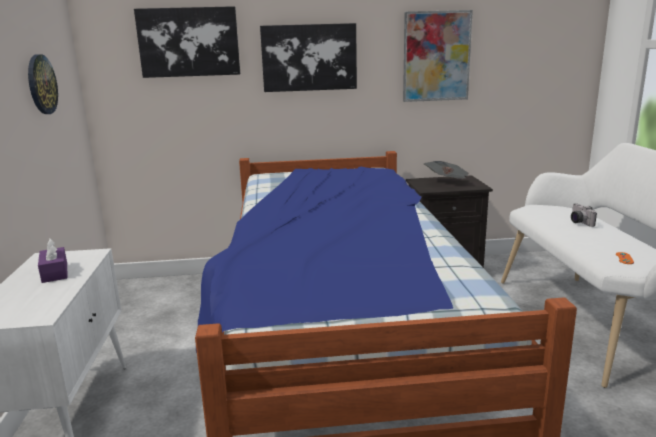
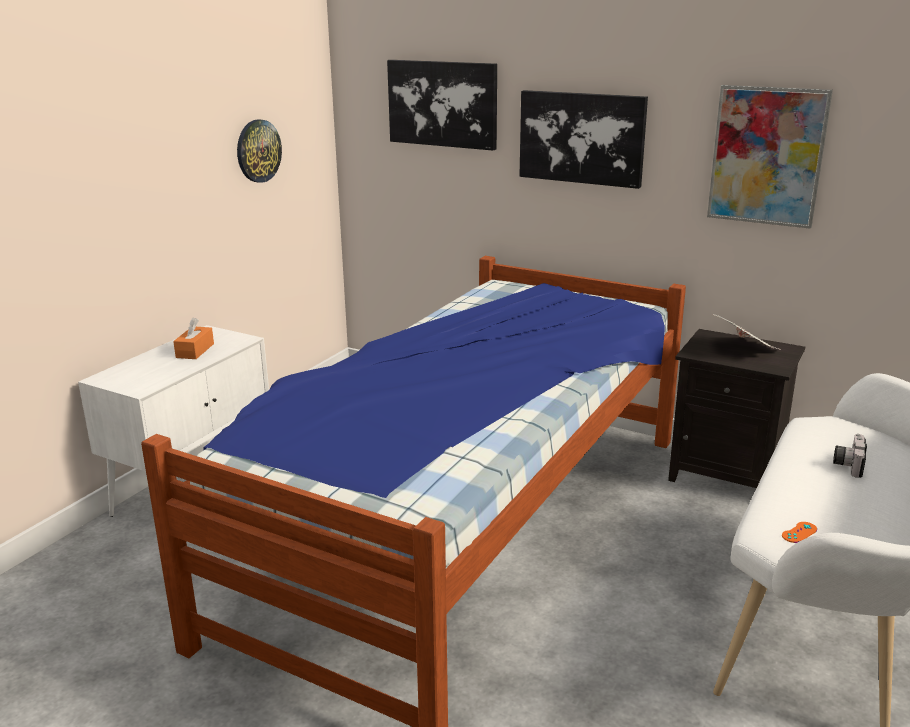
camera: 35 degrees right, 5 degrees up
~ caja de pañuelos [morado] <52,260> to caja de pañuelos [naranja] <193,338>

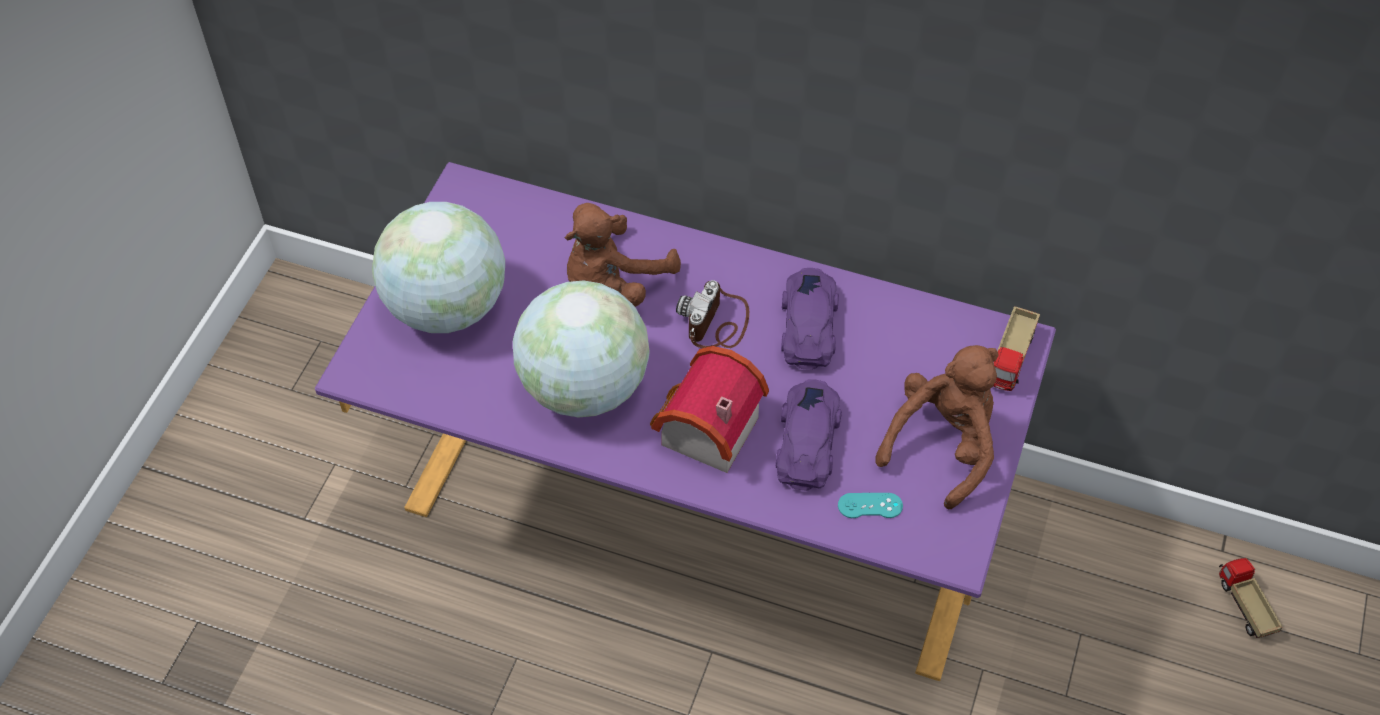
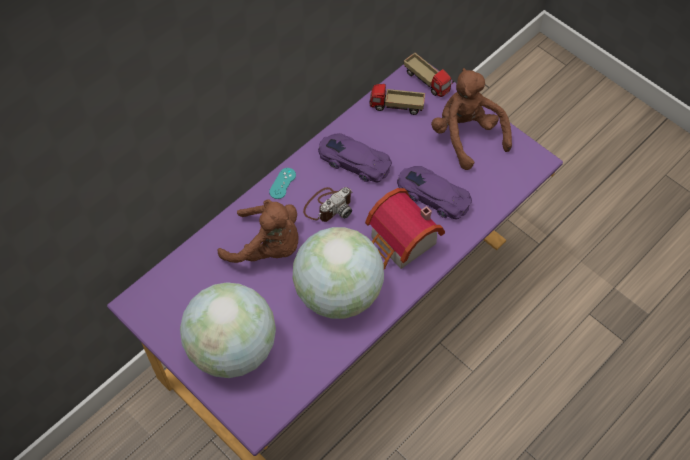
camera: 65 degrees left, 5 degrees up
~ peluche [marrón] <623,255> = <258,231> 45 degrees counterclockwise
~ cámara <712,314> = <327,204> 90 degrees counterclockwise
~ mando de consola [turquesa] <870,505> to <282,183>
~ camión de juguete <1250,598> to <397,99>

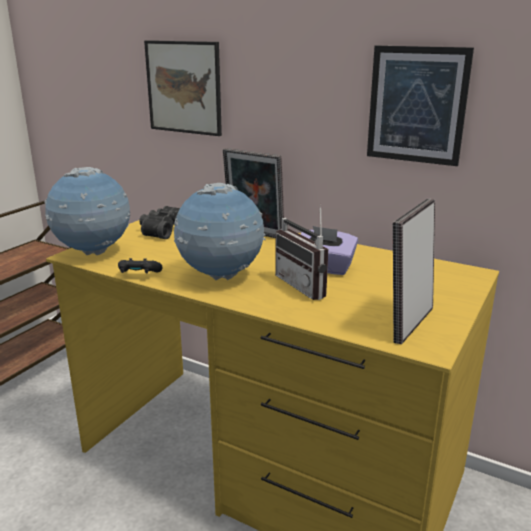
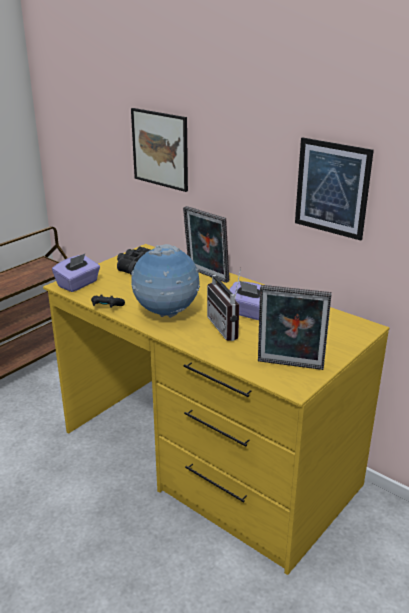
camera: 10 degrees right, 5 degrees up
~ globo terráqueo <87,211> to caja de pañuelos [morado] <76,273>
~ portarretratos <414,271> = <295,327> 120 degrees counterclockwise

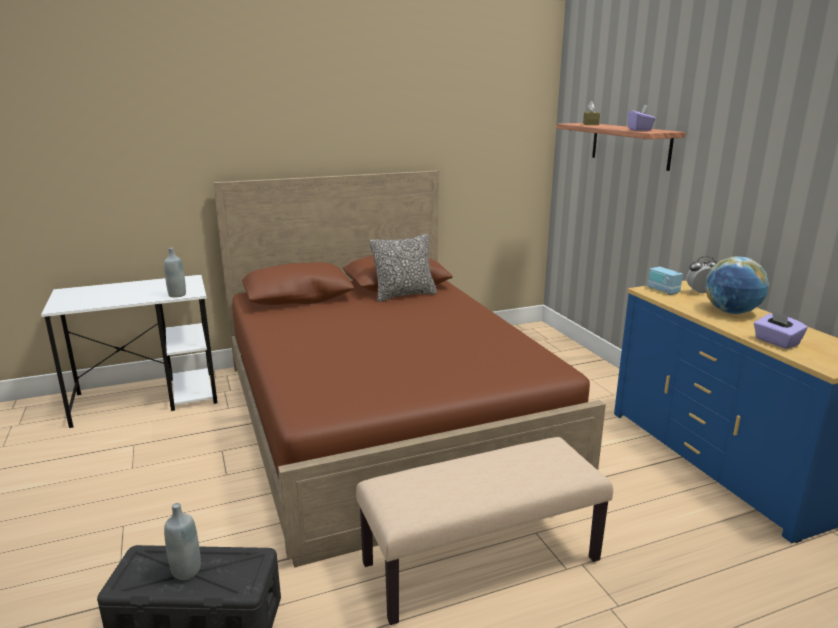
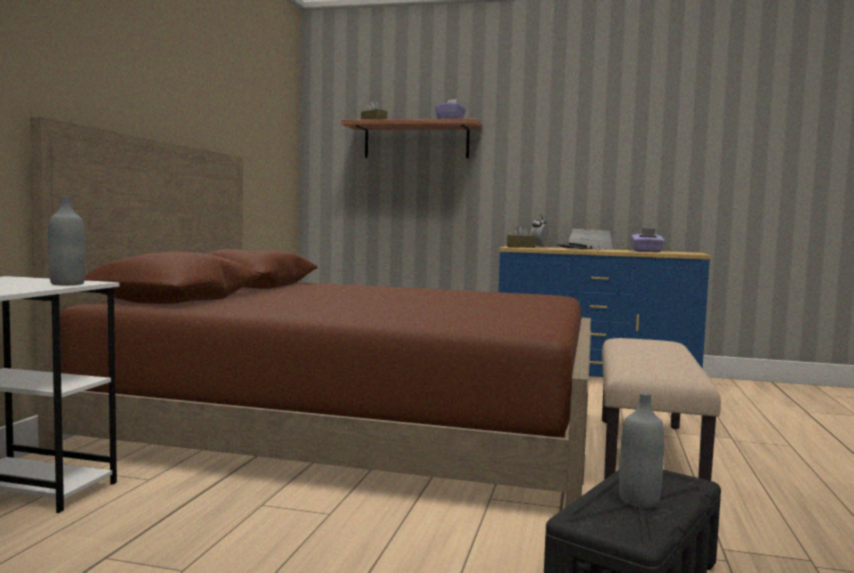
camera: 55 degrees left, 15 degrees down
- cojín <403,268>
~ globo terráqueo <737,285> to sombrero [gris] <585,239>
~ radio <665,277> to caja de pañuelos [marrón] <521,236>

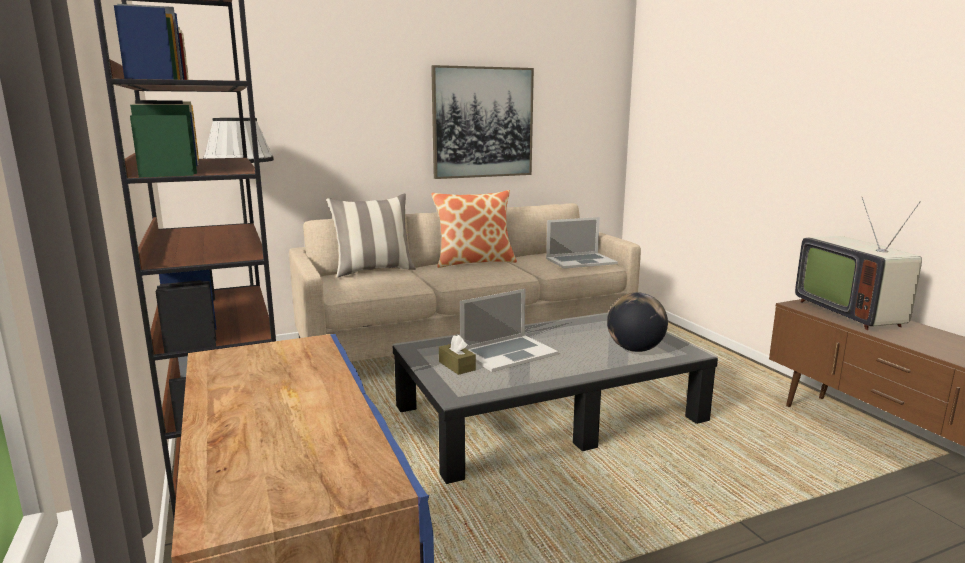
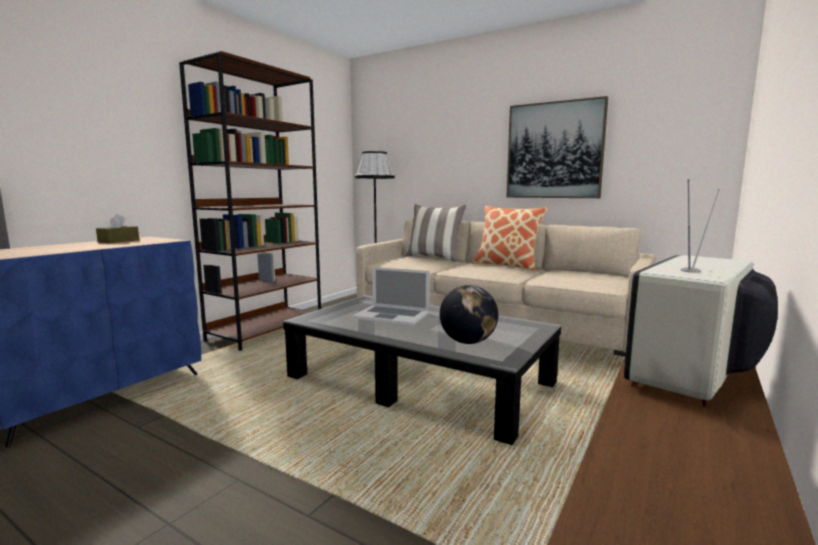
camera: 55 degrees right, 5 degrees down
- portátil <582,243>
~ caja de pañuelos [marrón] <457,355> to <117,228>

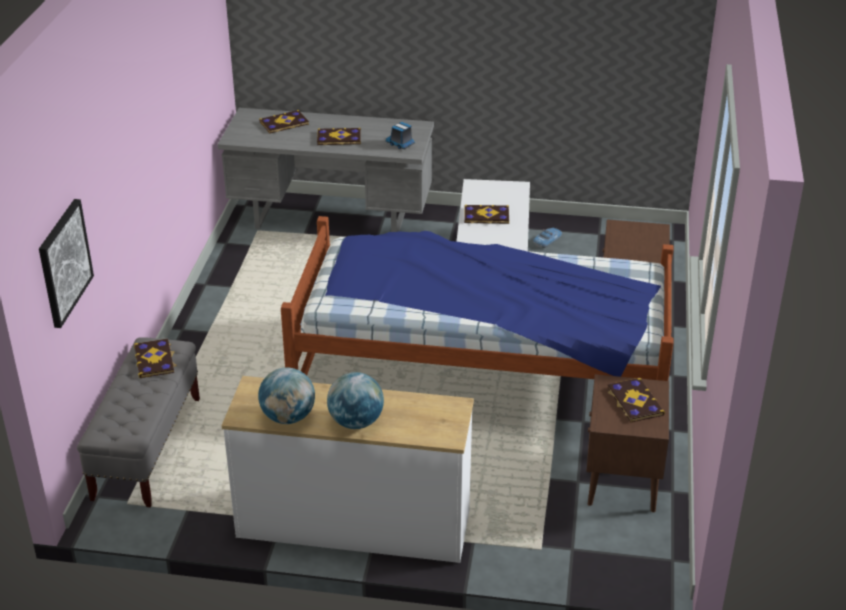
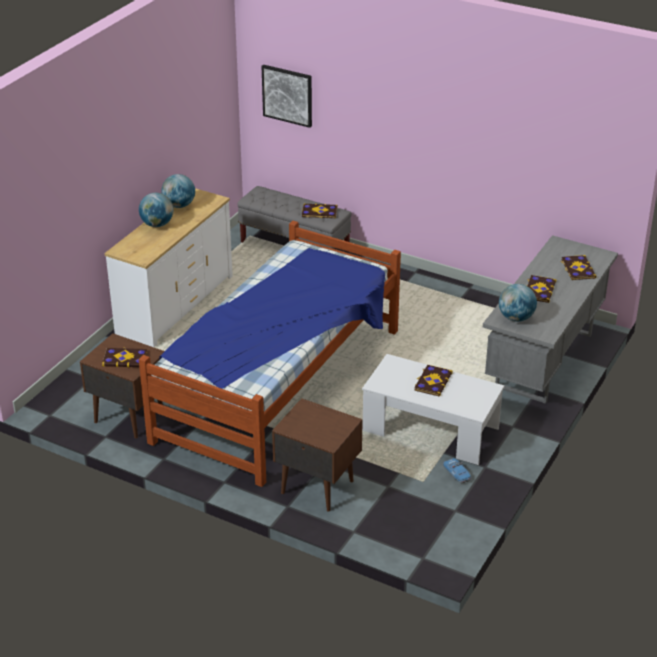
camera: 110 degrees right, 0 degrees up
~ camión de juguete <400,135> to globo terráqueo <518,303>

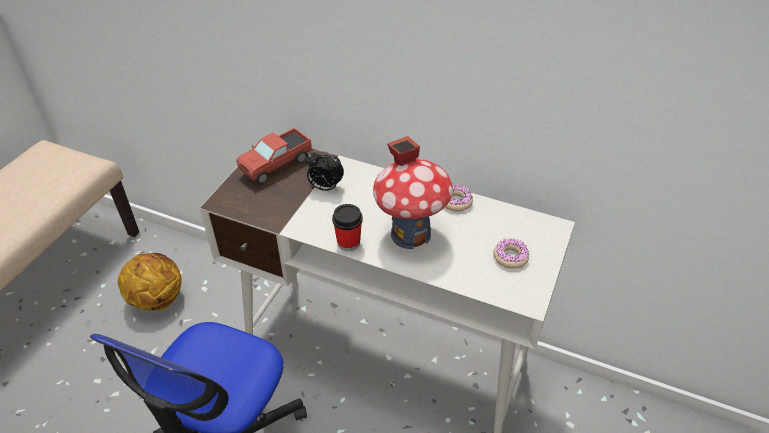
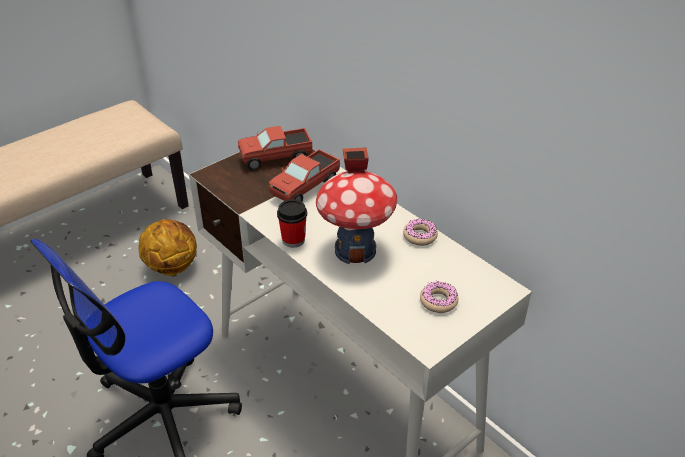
camera: 25 degrees right, 5 degrees down
~ despertador <324,170> to camión de juguete <304,175>

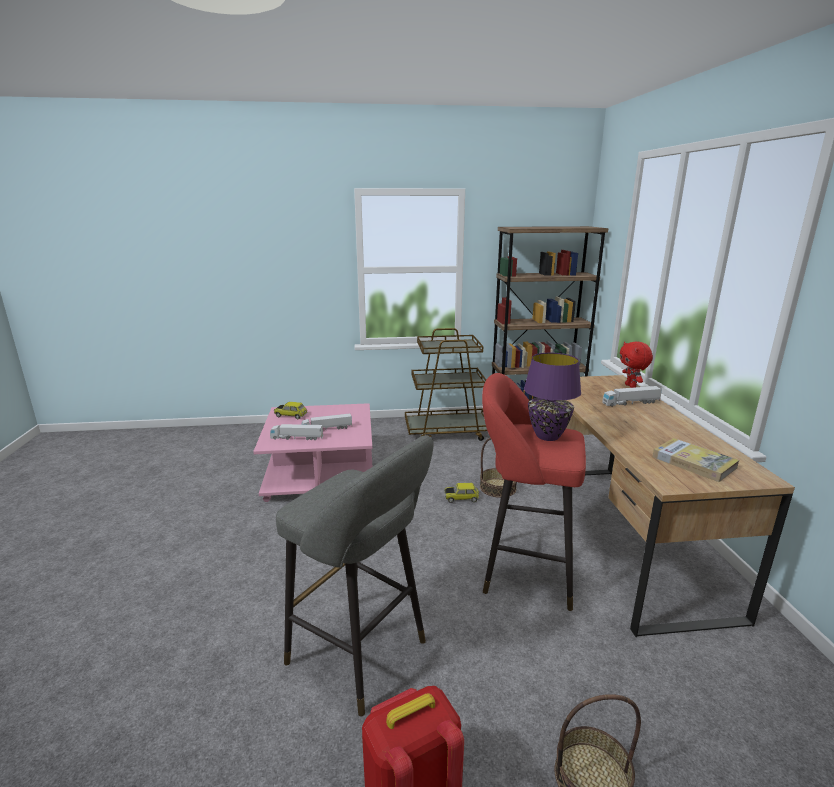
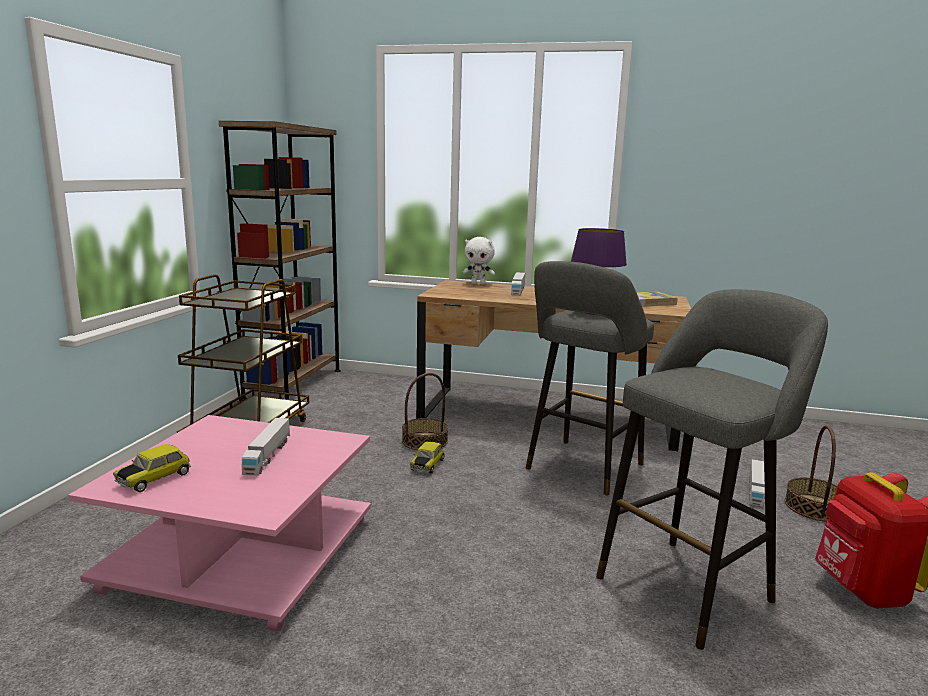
camera: 70 degrees left, 5 degrees down
~ peluche [rojo] <636,365> to peluche [blanco] <479,261>
~ taburete [rojo] <534,492> to taburete [gris] <589,378>
~ camión de juguete <297,432> to <757,483>

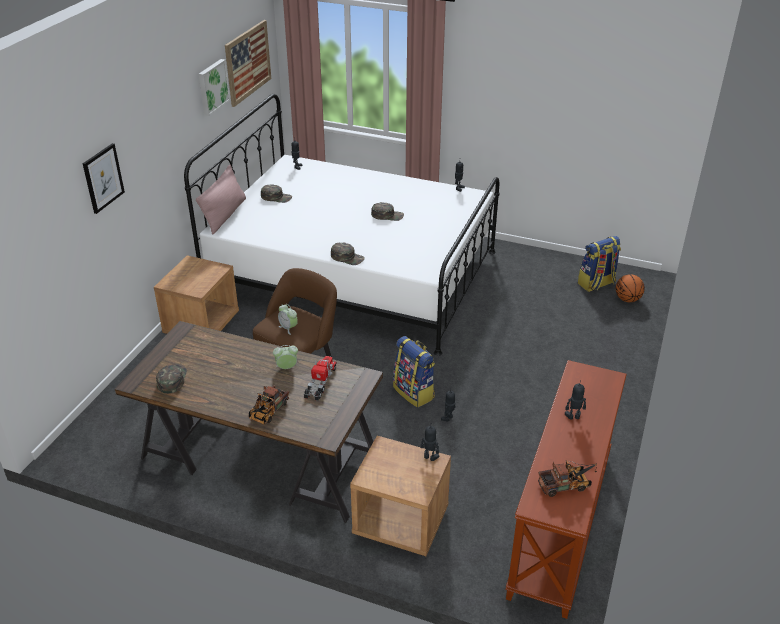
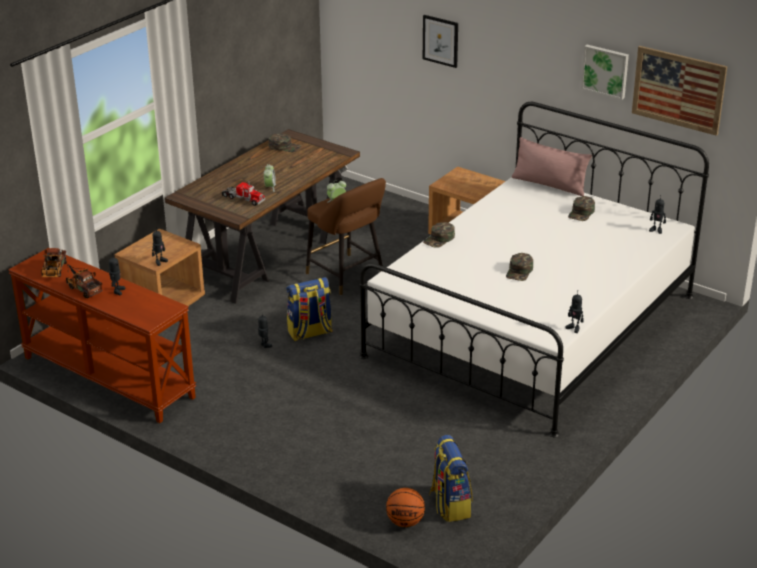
camera: 105 degrees right, 5 degrees down
~ camión de juguete <269,405> to <84,281>

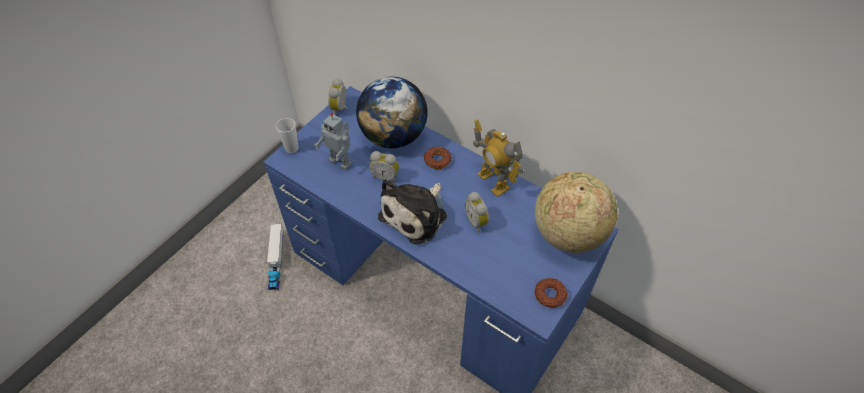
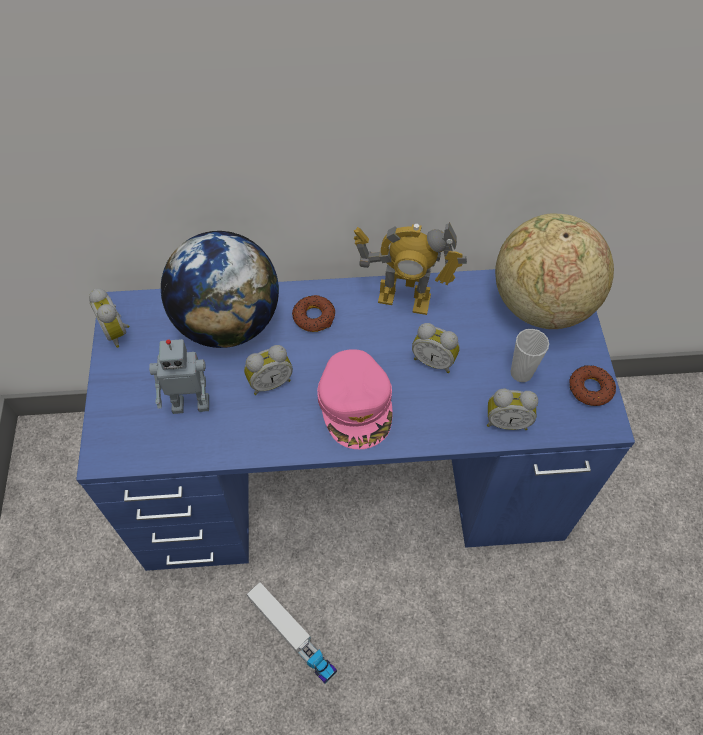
camera: 40 degrees left, 5 degrees up
~ taza <287,135> to <530,355>
~ peluche <412,212> to gorra [rosa] <355,399>
~ camión de juguete <275,257> to <292,632>
+ despertador <512,409>

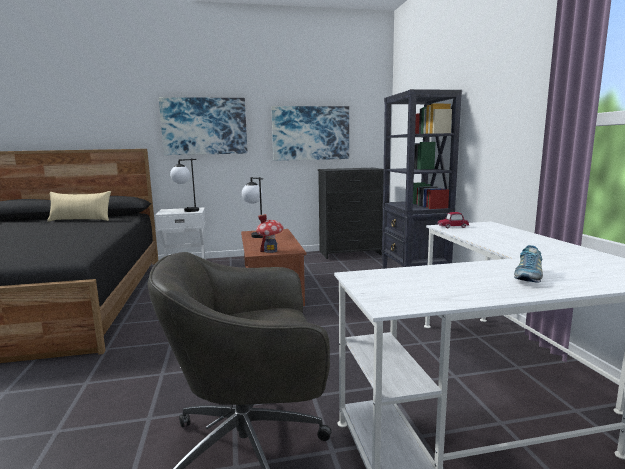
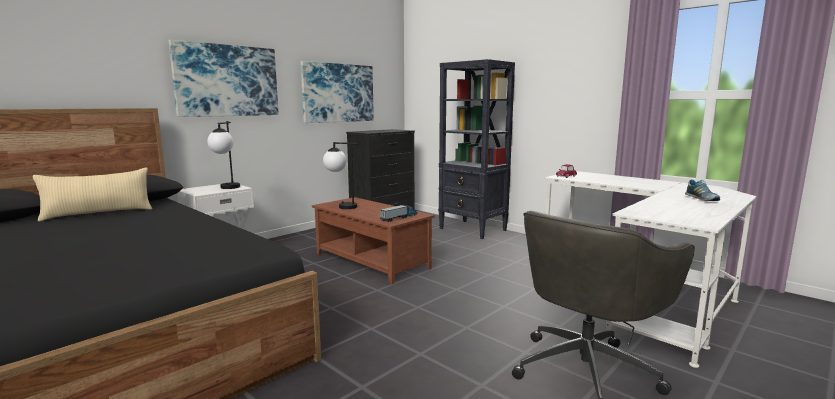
camera: 35 degrees left, 0 degrees up
~ casita <269,233> to camión de juguete <399,213>

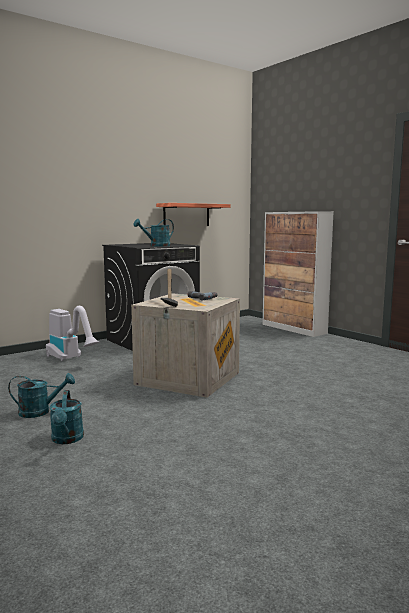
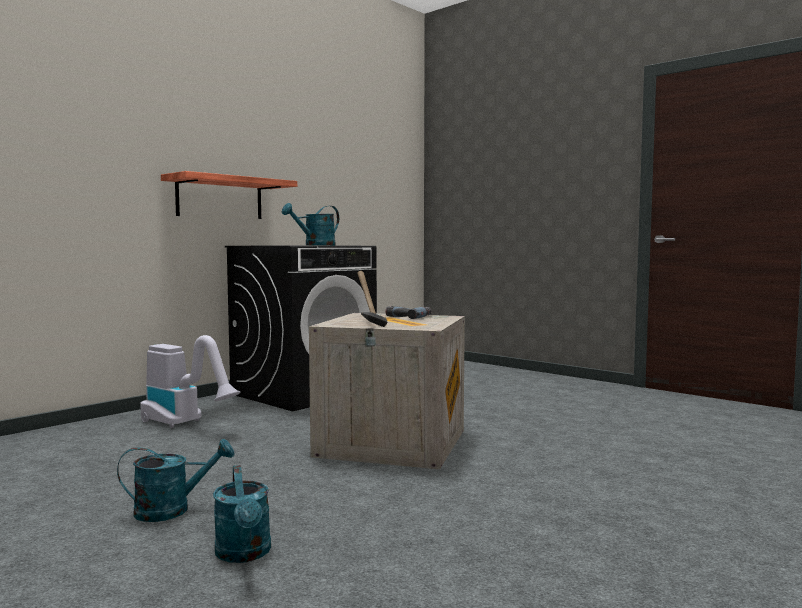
camera: 10 degrees left, 5 degrees down
~ estante <193,214> to <229,195>
- armario <298,274>

